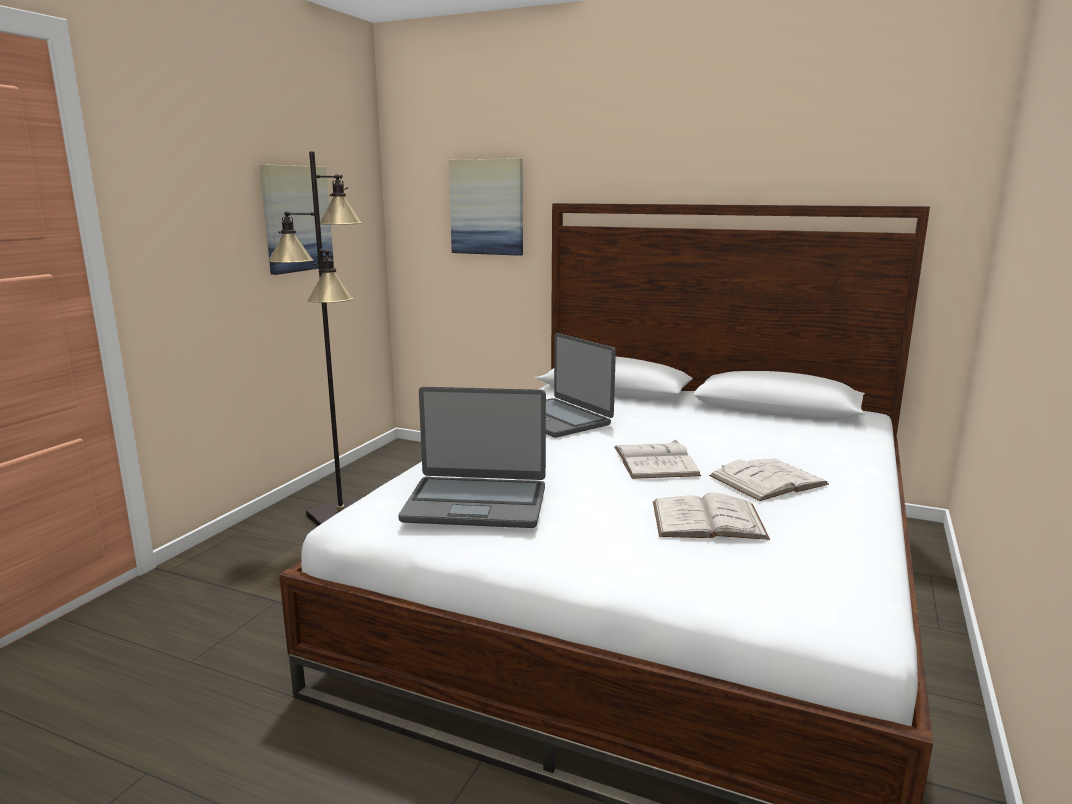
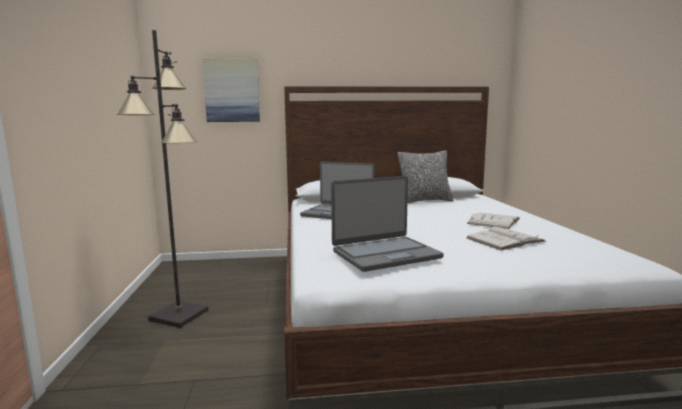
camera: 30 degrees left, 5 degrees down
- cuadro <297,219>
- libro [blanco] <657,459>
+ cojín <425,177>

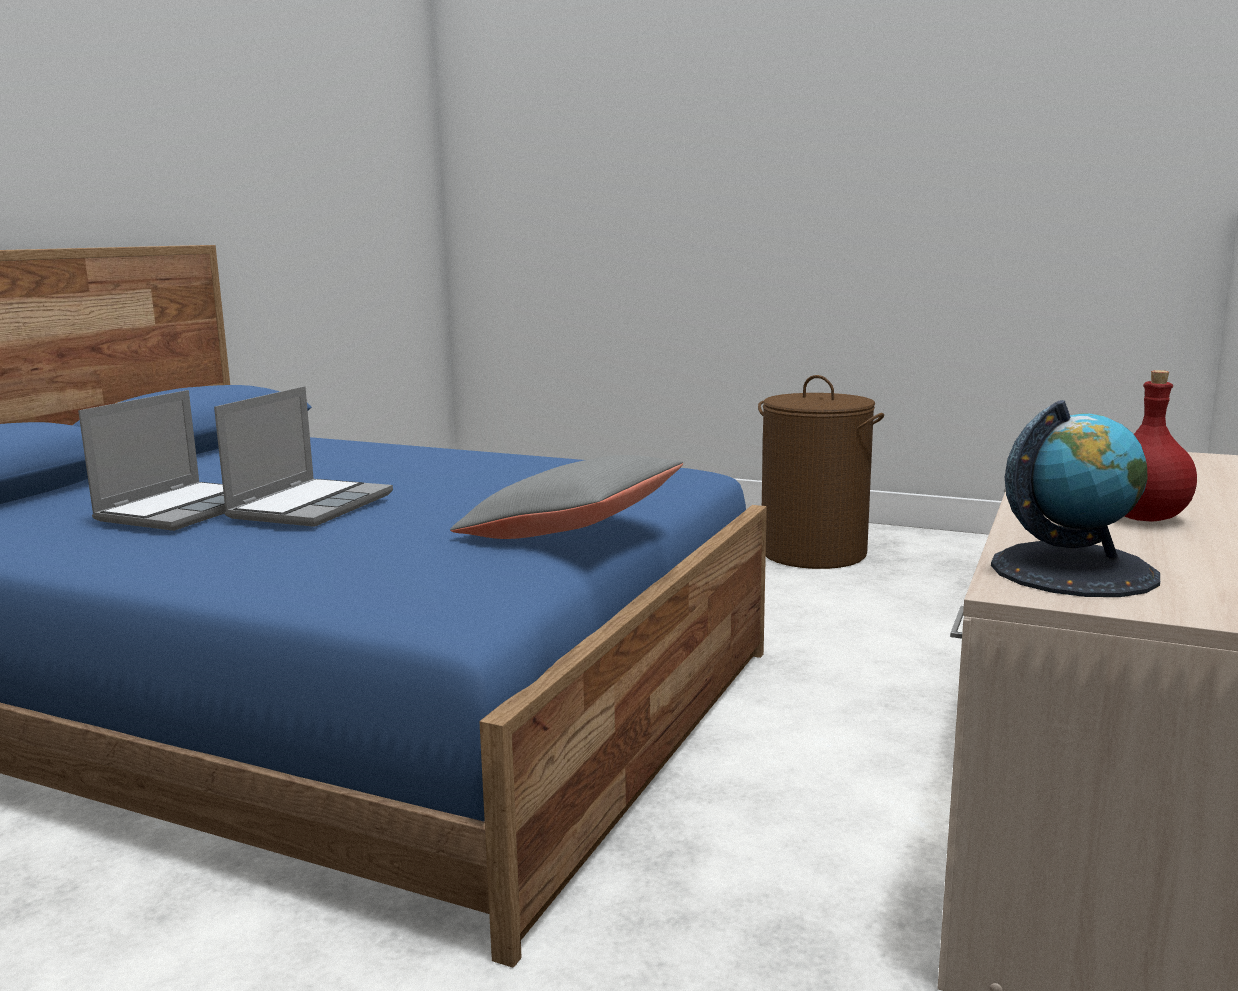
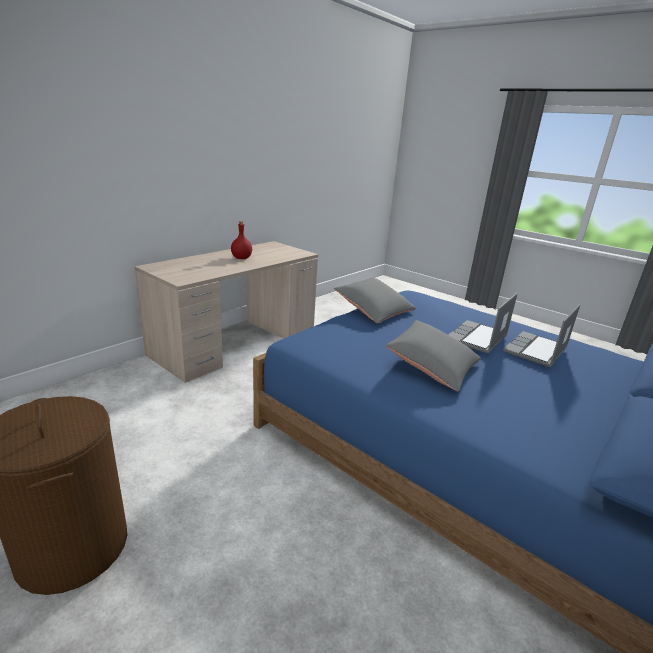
camera: 165 degrees left, 10 degrees up
- globo terráqueo <1075,498>
+ cojín [gris] <433,355>

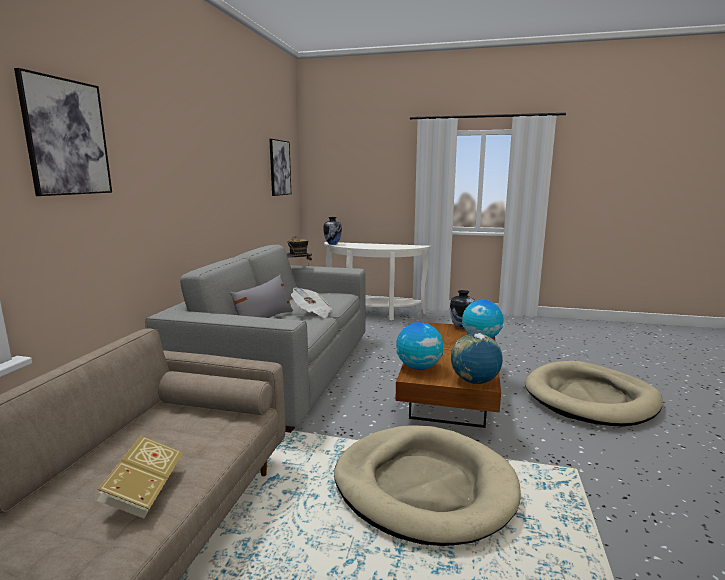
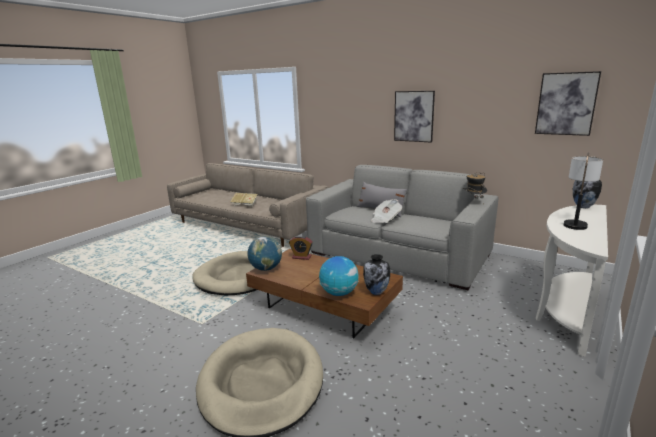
camera: 110 degrees right, 5 degrees up
~ cuadro <63,132> to <414,117>
~ globo terráqueo <420,346> to despertador <301,247>
+ lámpara de mesa <583,191>

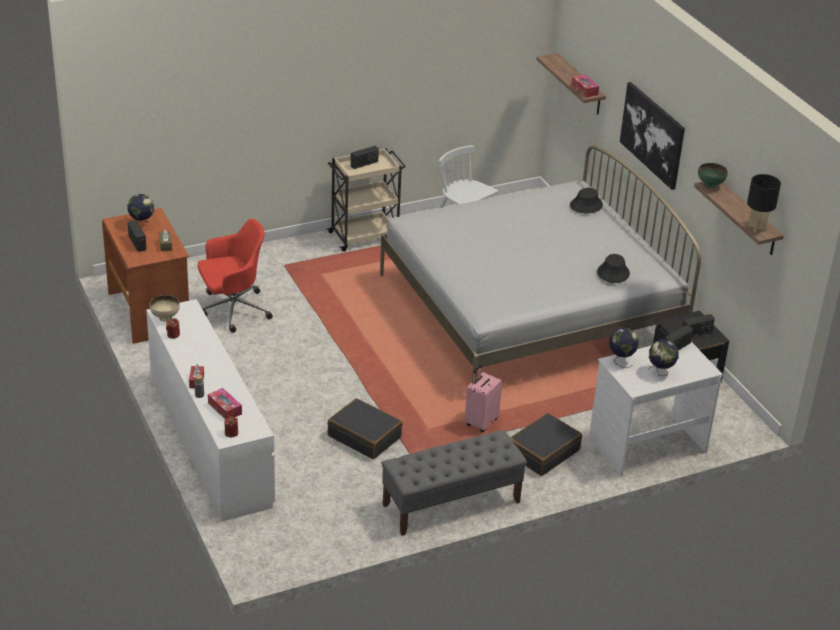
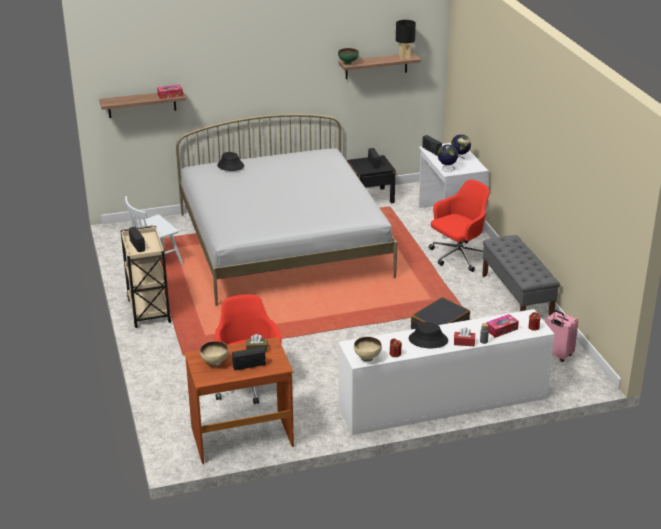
camera: 80 degrees left, 5 degrees down
- cuadro <652,136>
~ globo terráqueo <140,212> to cuenco [beis] <214,354>
~ sombrero [negro] <613,268> to <428,335>
~ maleta [rosa] <483,398> to <562,336>
~ maleta [negro] <546,444> to silla de oficina [rojo] <459,225>

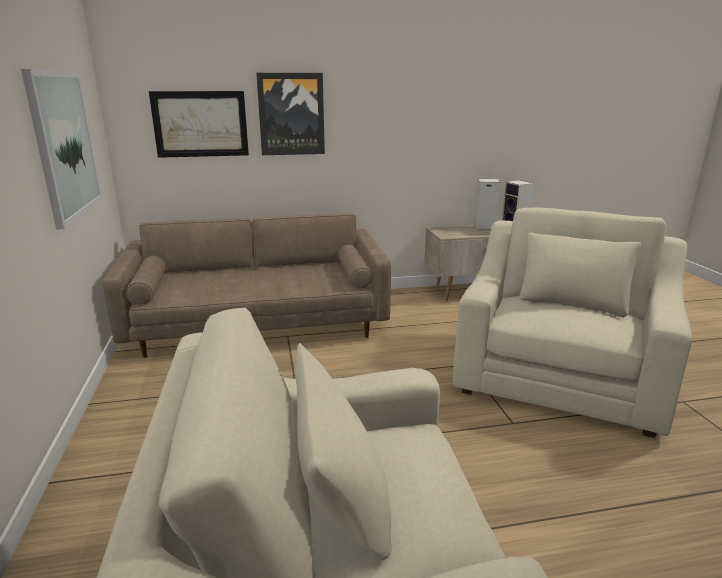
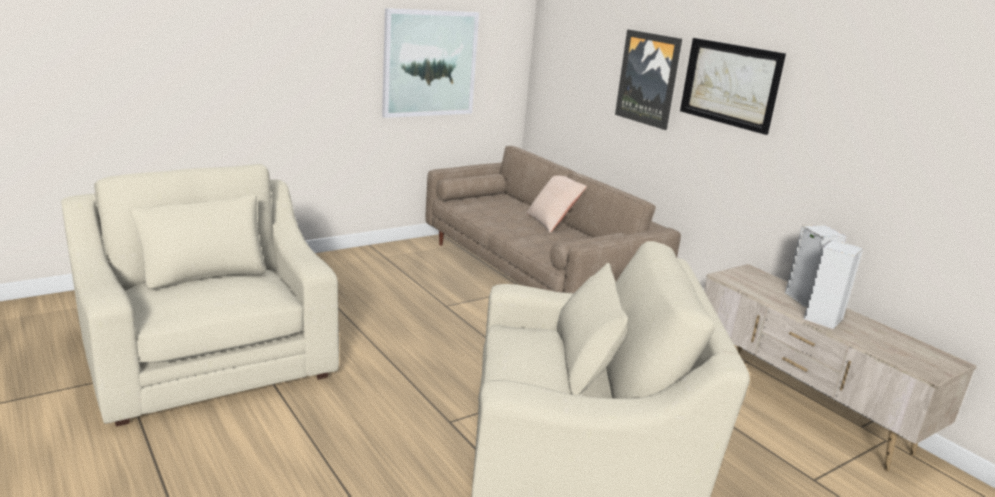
camera: 65 degrees right, 0 degrees up
~ cuadro <199,124> to <733,86>
+ cojín [beis] <556,204>

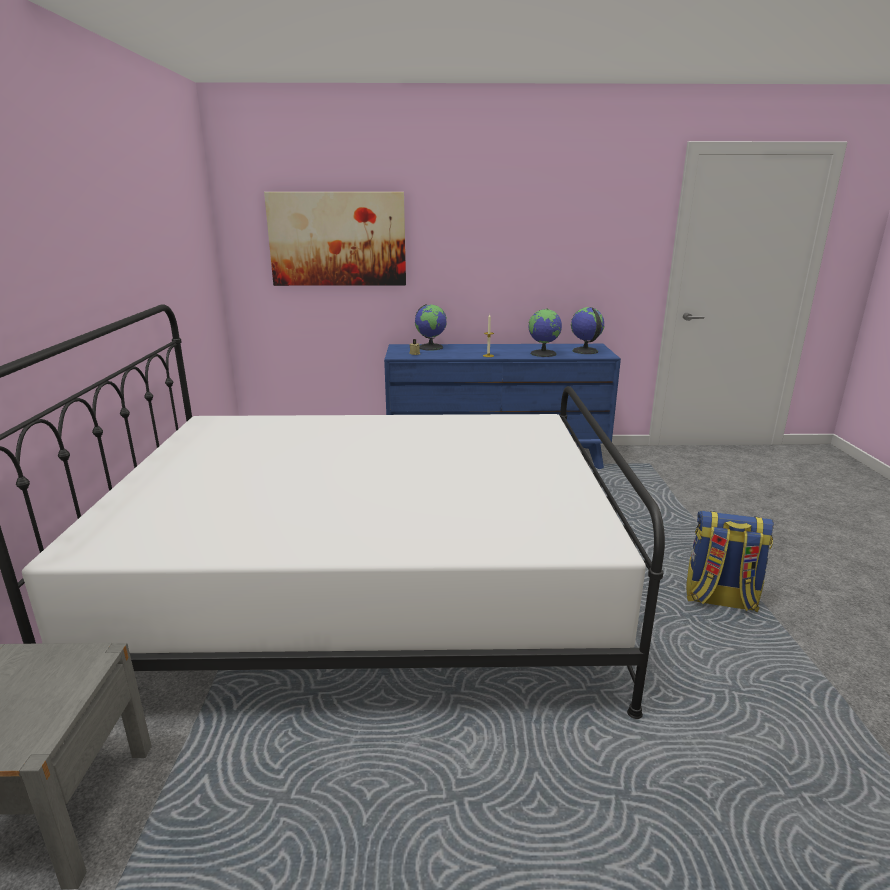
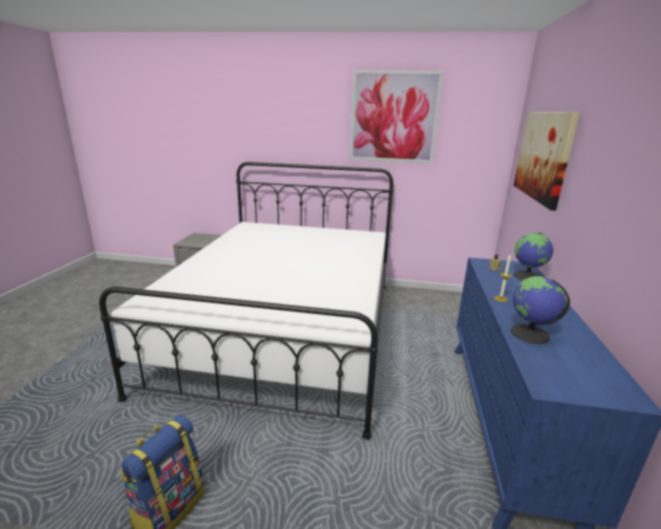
camera: 100 degrees right, 0 degrees up
- globo terráqueo <588,330>
+ cuadro <396,117>

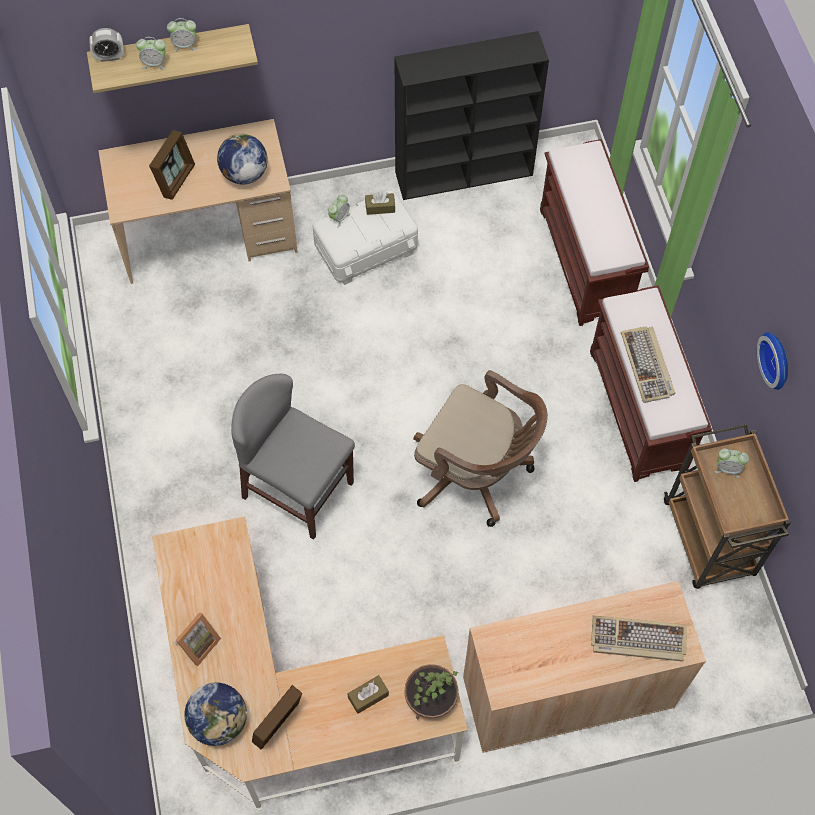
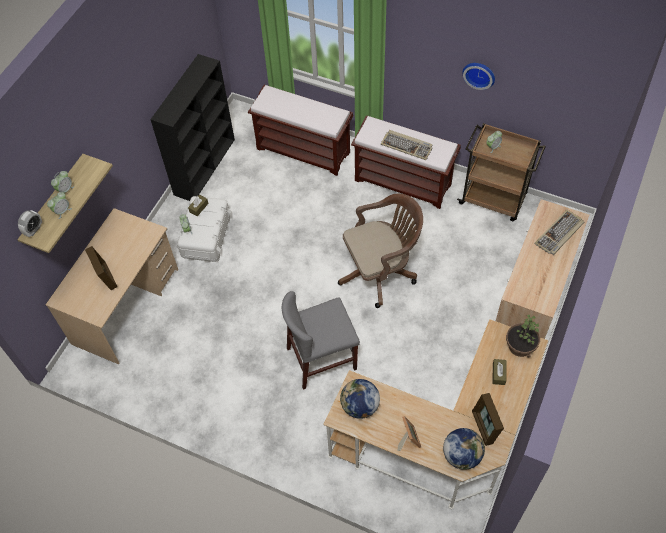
camera: 50 degrees left, 5 degrees down
~ globo terráqueo <242,159> to <360,399>

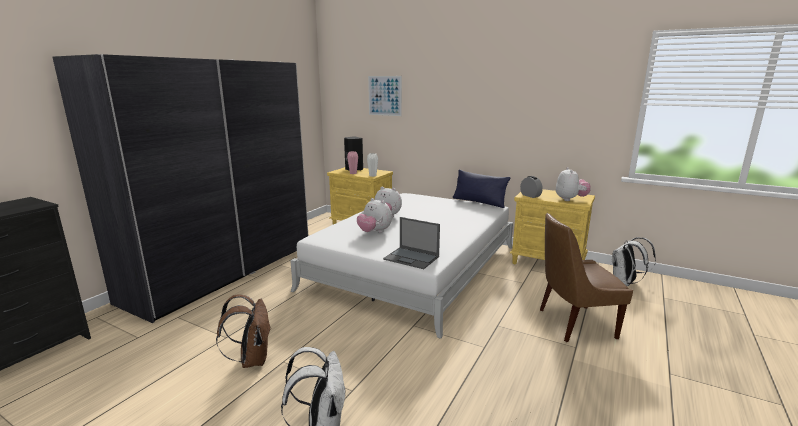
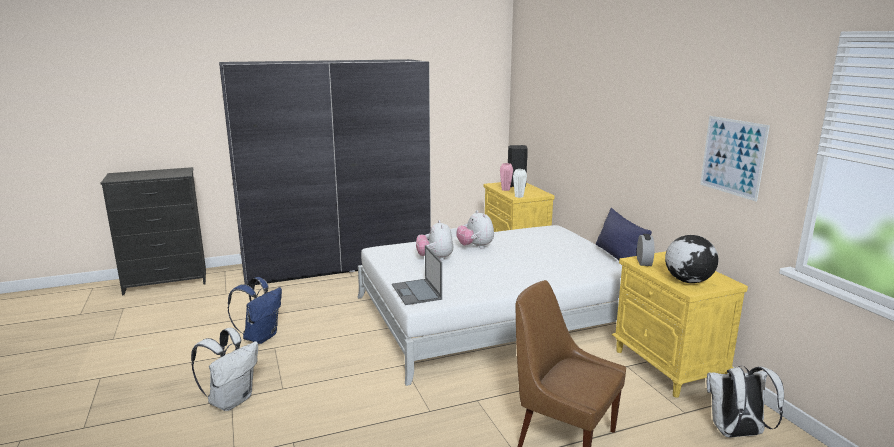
camera: 40 degrees right, 0 degrees up
~ cuadro <385,96> to <735,159>
~ peluche <573,184> to globo terráqueo <691,259>
~ mochila [marrón] <243,331> to mochila [azul] <254,310>

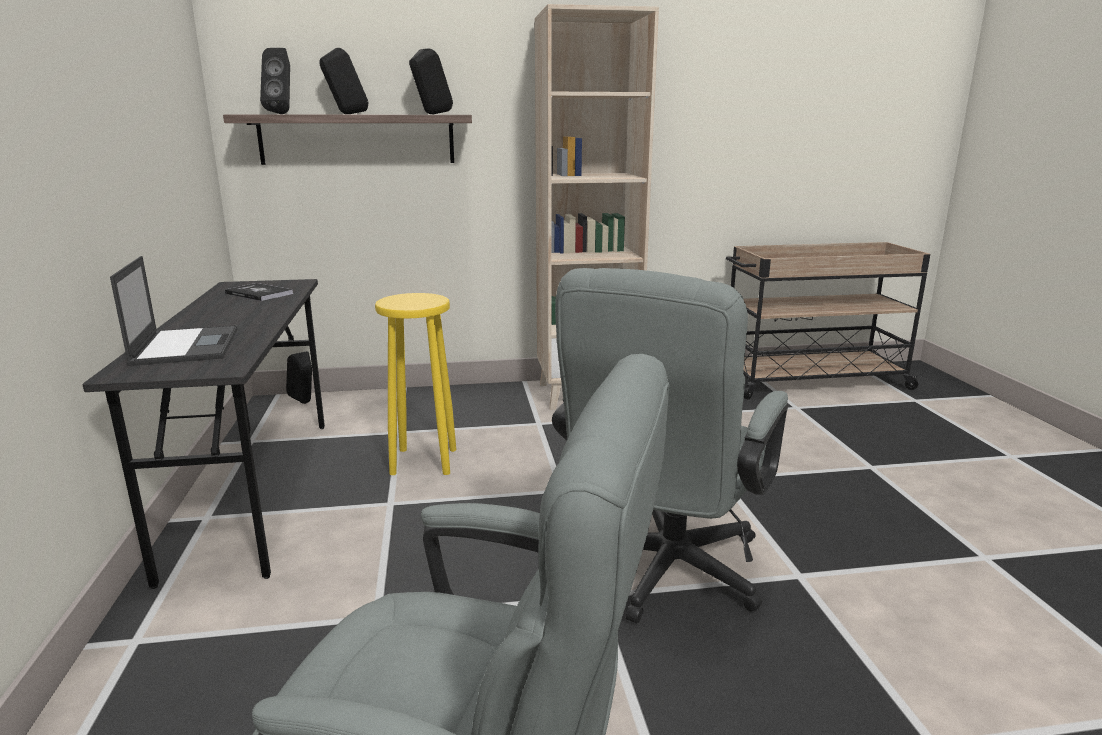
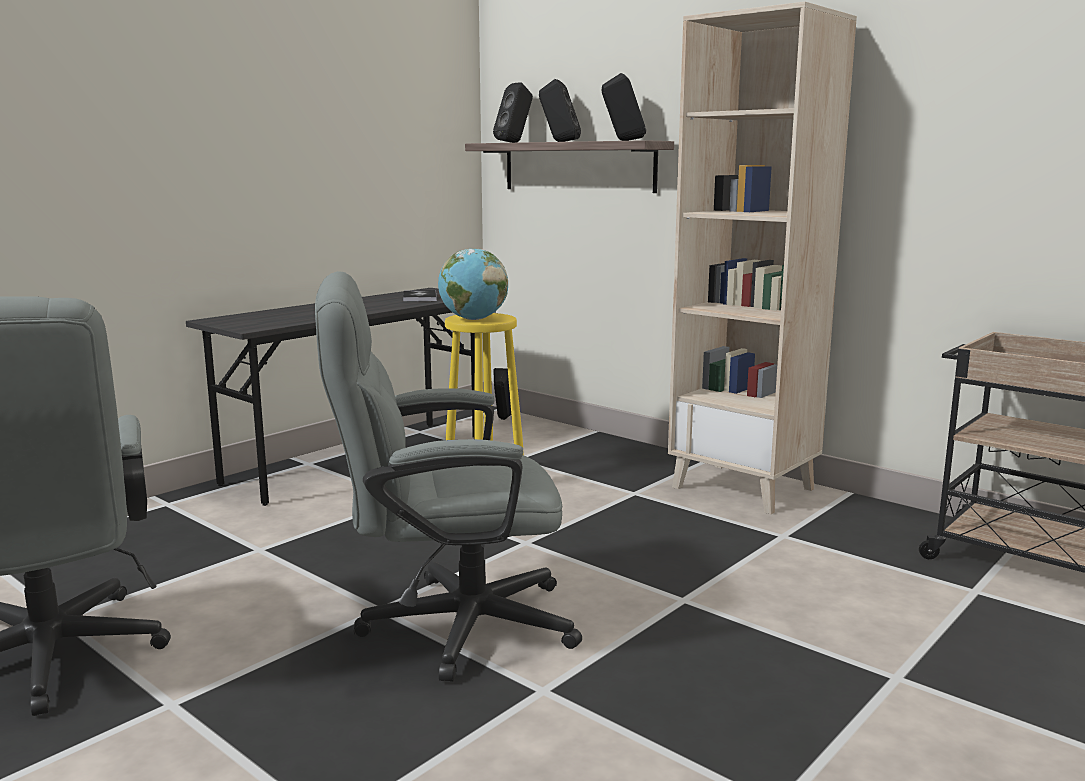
camera: 50 degrees right, 5 degrees down
- portátil <173,311>
+ globo terráqueo <473,284>

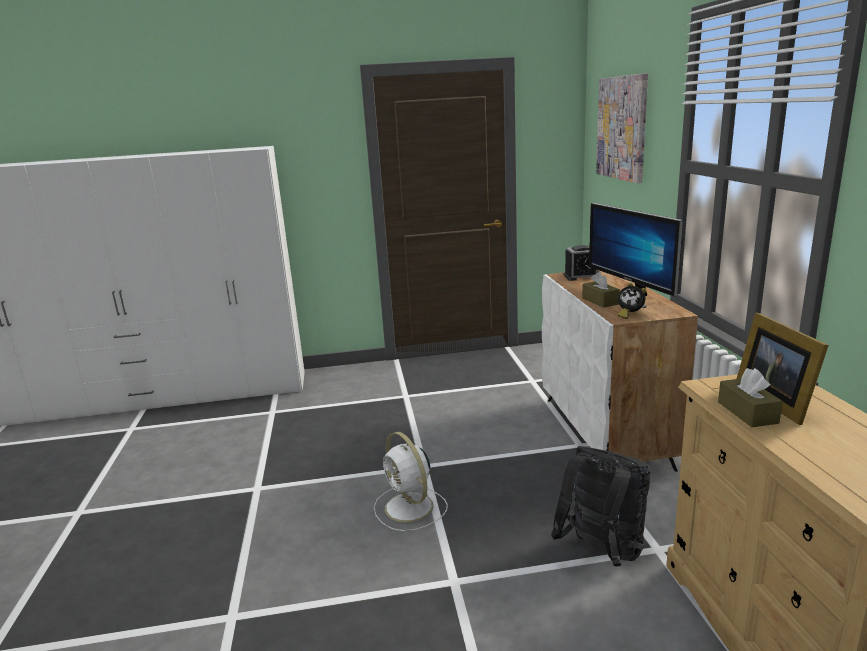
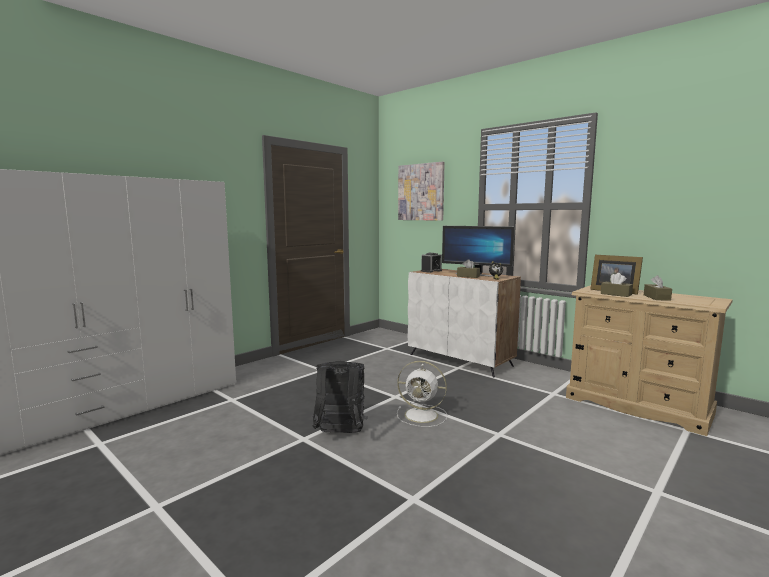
camera: 40 degrees left, 10 degrees down
~ mochila [negro] <601,506> to <339,397>
+ caja de pañuelos [marrón] <658,288>

